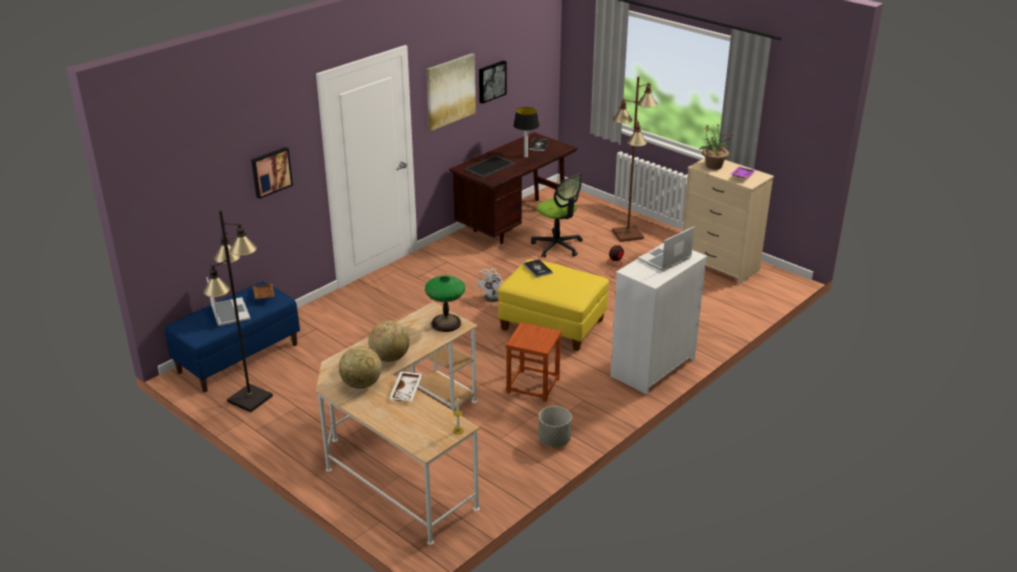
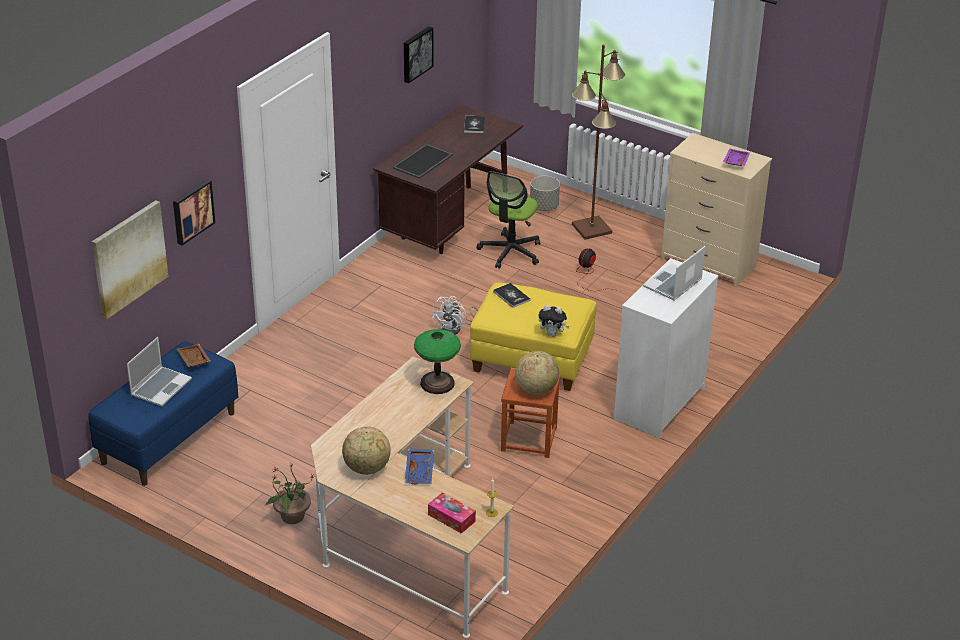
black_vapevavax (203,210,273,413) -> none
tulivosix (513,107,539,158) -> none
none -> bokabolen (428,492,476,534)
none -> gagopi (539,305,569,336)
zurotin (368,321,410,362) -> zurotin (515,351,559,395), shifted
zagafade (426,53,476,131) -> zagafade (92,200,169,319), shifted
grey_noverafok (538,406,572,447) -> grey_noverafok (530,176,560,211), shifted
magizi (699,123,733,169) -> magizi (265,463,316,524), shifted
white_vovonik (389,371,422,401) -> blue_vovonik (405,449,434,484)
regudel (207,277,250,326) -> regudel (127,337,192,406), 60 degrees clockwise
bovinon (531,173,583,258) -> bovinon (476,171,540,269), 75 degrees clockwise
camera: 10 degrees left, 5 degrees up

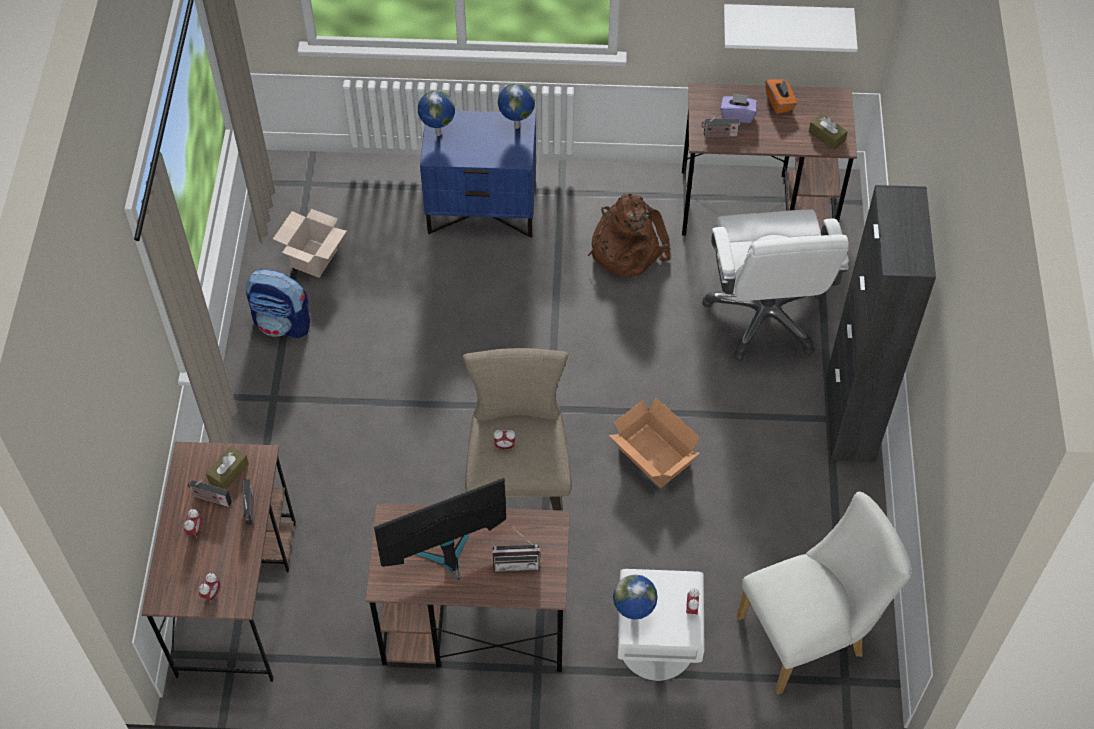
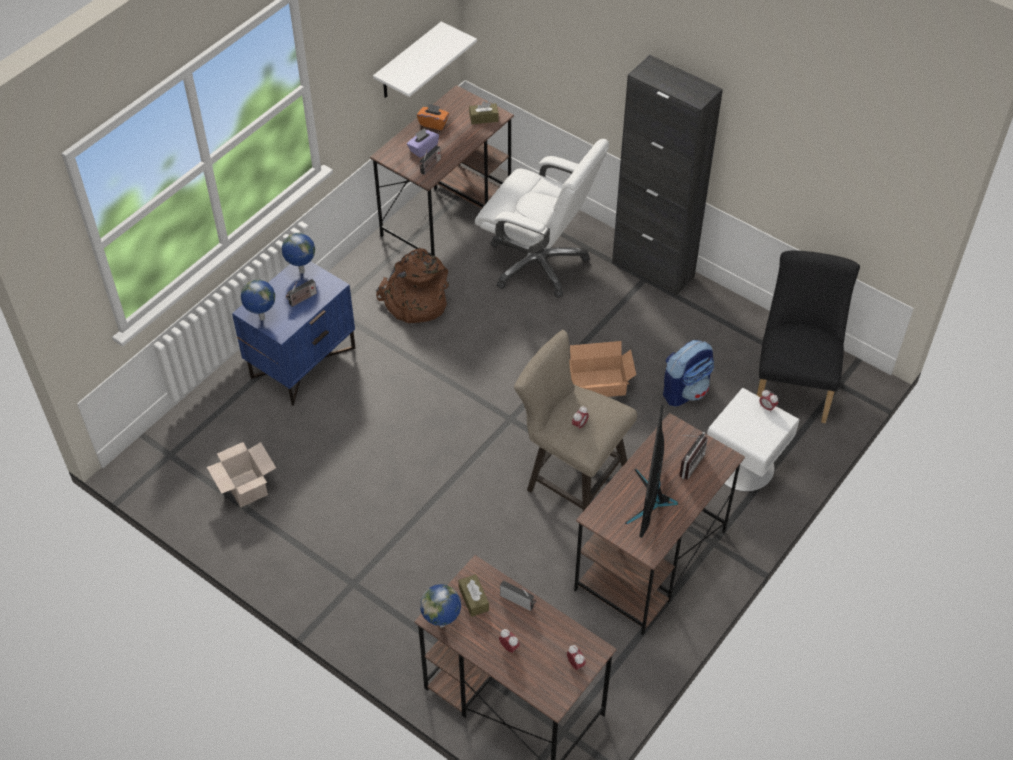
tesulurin (187,480,232,507) -> tesulurin (286,279,317,307), shifted
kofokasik (245,270,310,339) -> kofokasik (663,340,714,407), shifted
zurotin (613,574,658,620) -> zurotin (420,584,461,627), shifted
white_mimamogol (737,492,912,695) -> black_mimamogol (757,250,860,423)
camera: 55 degrees left, 5 degrees down

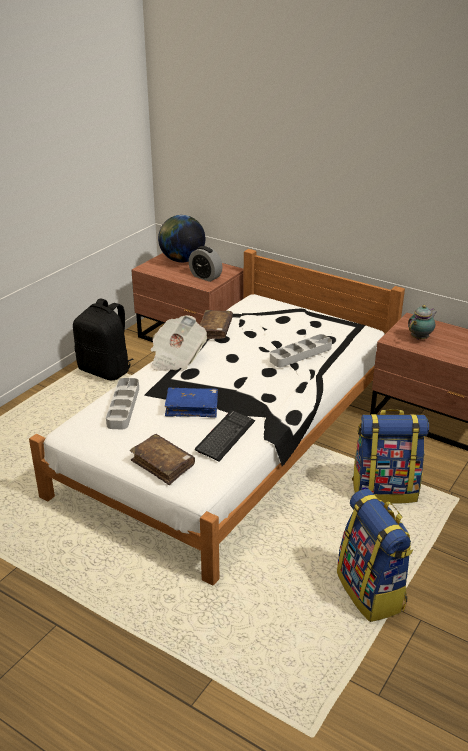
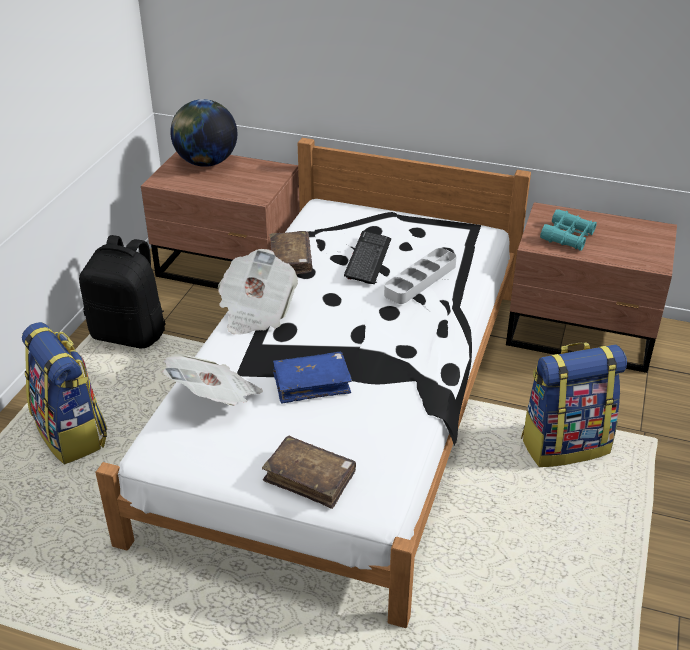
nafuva (189,246,222,282) -> none
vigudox (195,410,255,461) -> vigudox (344,231,391,284), shifted
kofokasik (337,489,413,622) -> kofokasik (22,322,107,464), shifted
grey_vovonik (106,378,139,430) -> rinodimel (162,354,263,406)
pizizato (408,305,436,340) -> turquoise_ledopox (540,209,597,251)
camera: 15 degrees left, 5 degrees up

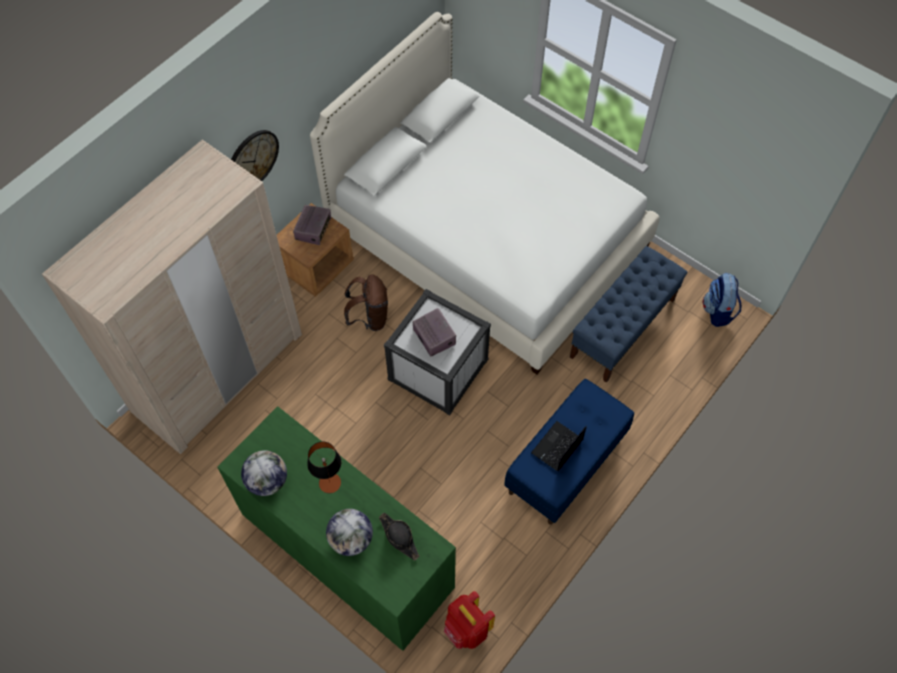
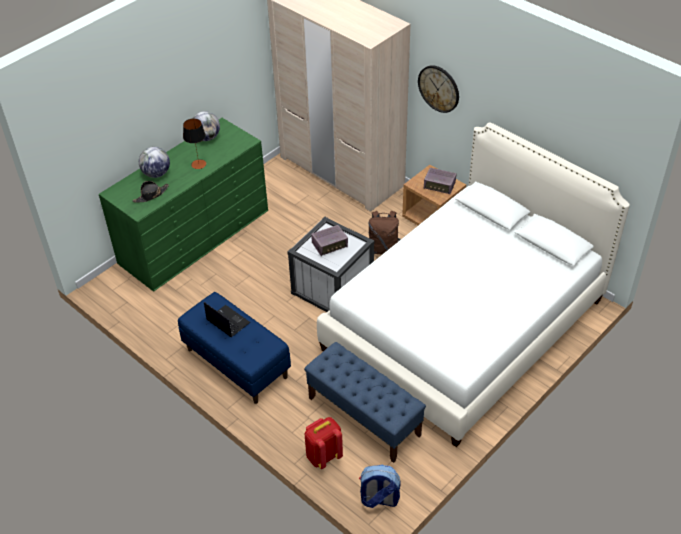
red_kofokasik (444,591,495,649) -> red_kofokasik (305,417,343,469), shifted
camera: 95 degrees right, 15 degrees down

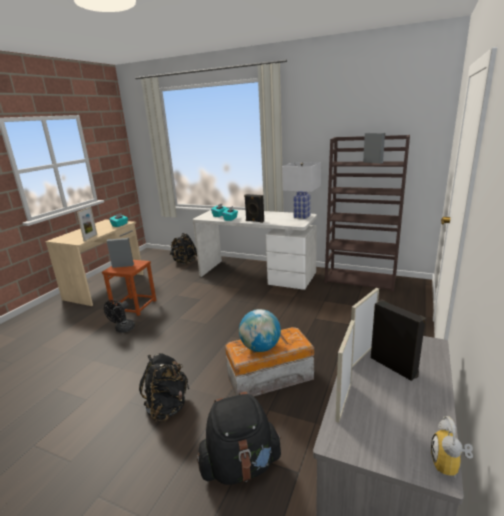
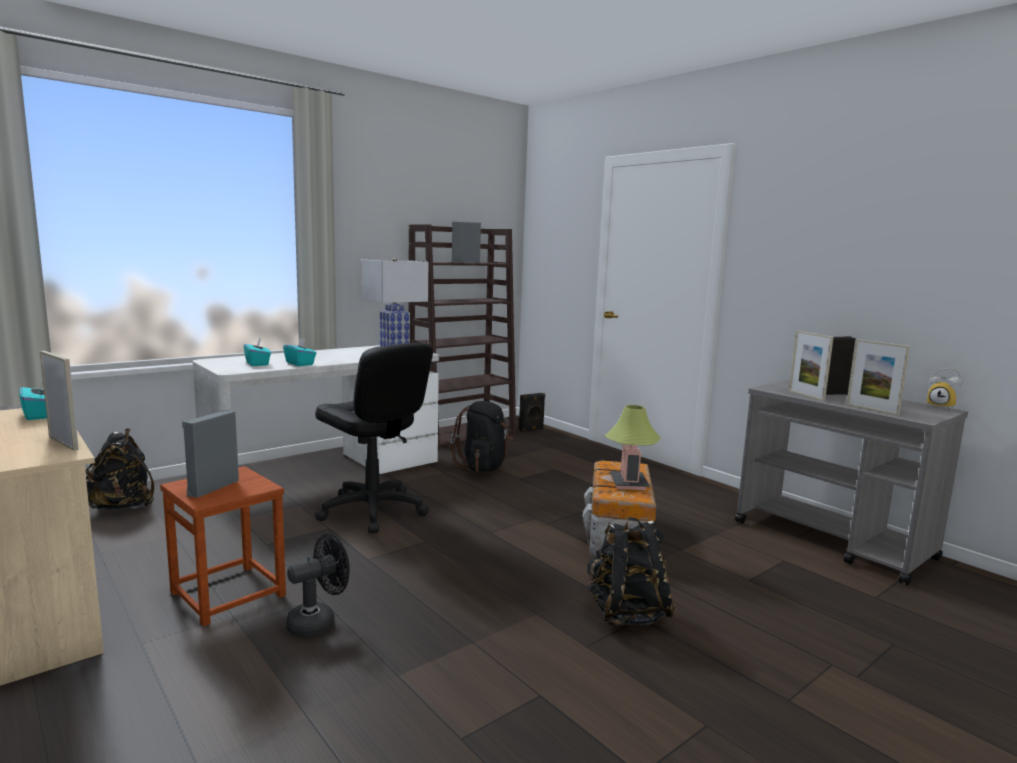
none -> black_bovinon (315,343,433,533)
black_kofokasik (197,392,282,485) -> black_kofokasik (449,401,513,472), shifted
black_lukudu (244,194,264,223) -> black_lukudu (519,393,545,432), shifted
zurotin (239,309,281,352) -> tulivosix (605,405,661,490)
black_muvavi (104,300,135,333) -> black_muvavi (286,534,350,637), 90 degrees counterclockwise
camera: 65 degrees left, 10 degrees down

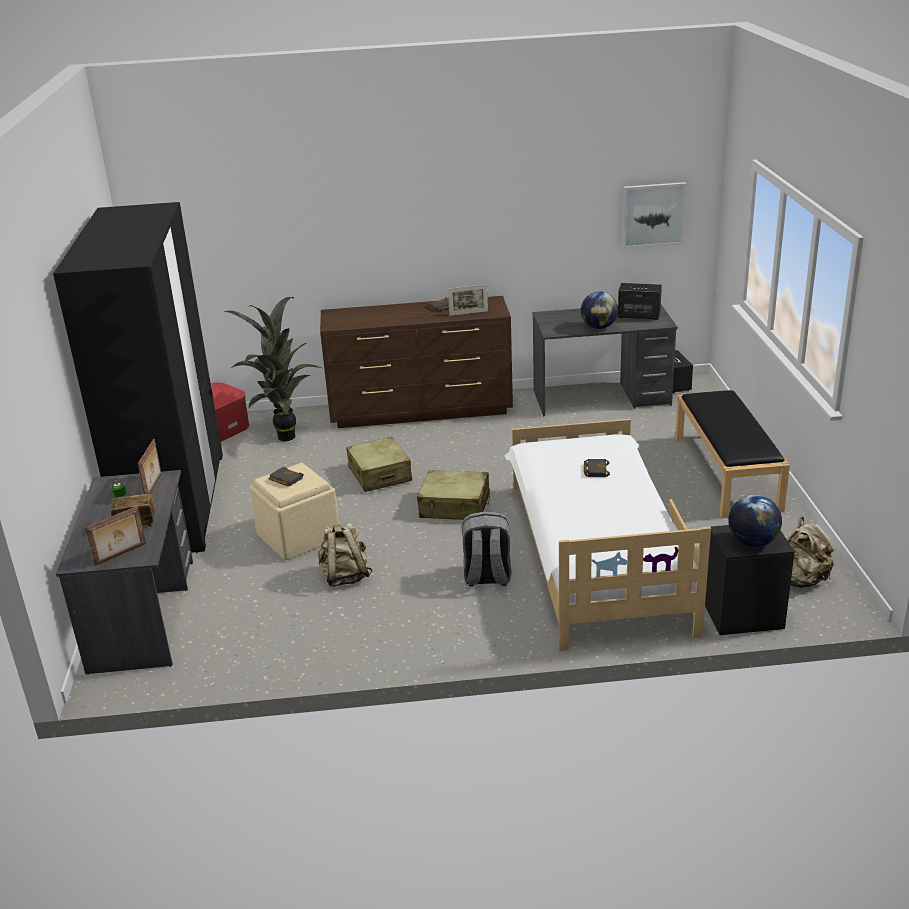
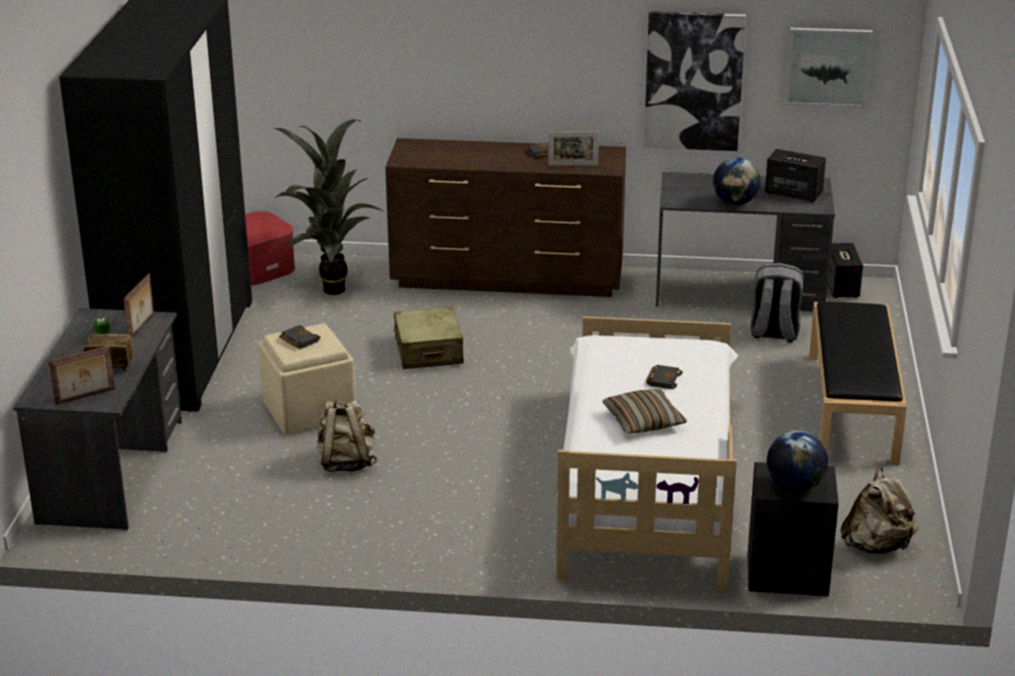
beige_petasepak (417,470,490,520) -> none
none -> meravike (602,389,687,434)
none -> zagafade (644,11,746,151)
grey_kofokasik (462,511,511,586) -> grey_kofokasik (750,263,803,342), shifted
camera: 10 degrees right, 0 degrees up

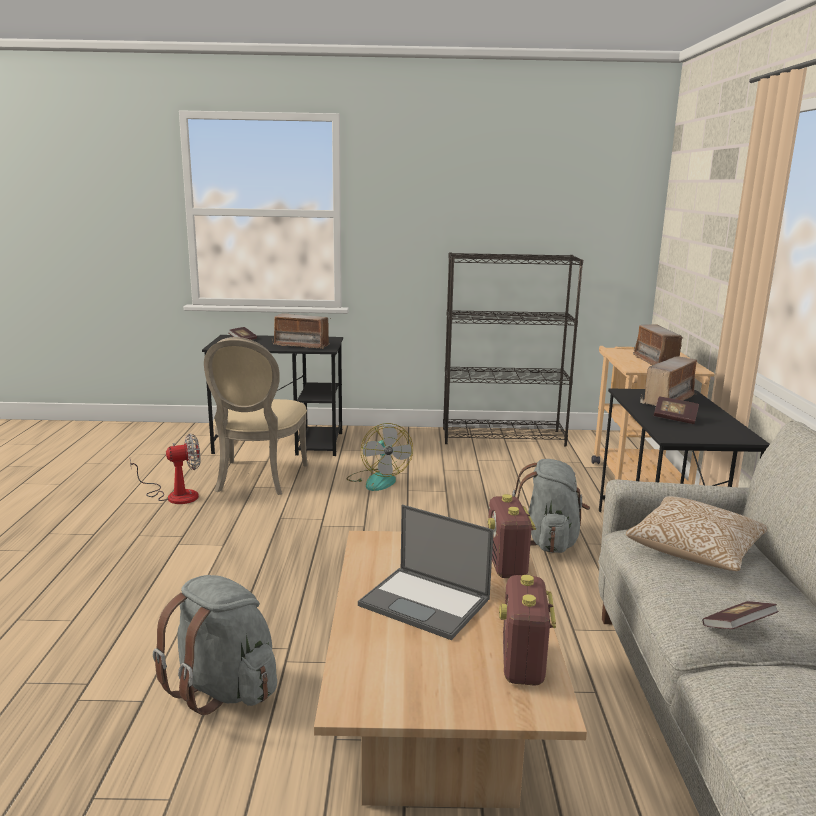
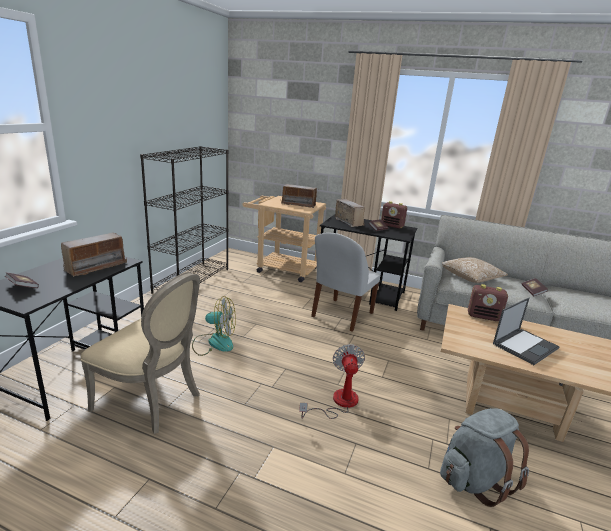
muvavi (130,433,200,504) -> muvavi (299,344,365,419), shifted
tesulurin (499,575,556,686) -> tesulurin (381,201,407,229), shifted
grey_kofokasik (512,459,590,553) -> white_mimamogol (311,233,380,332)
camera: 70 degrees left, 5 degrees up

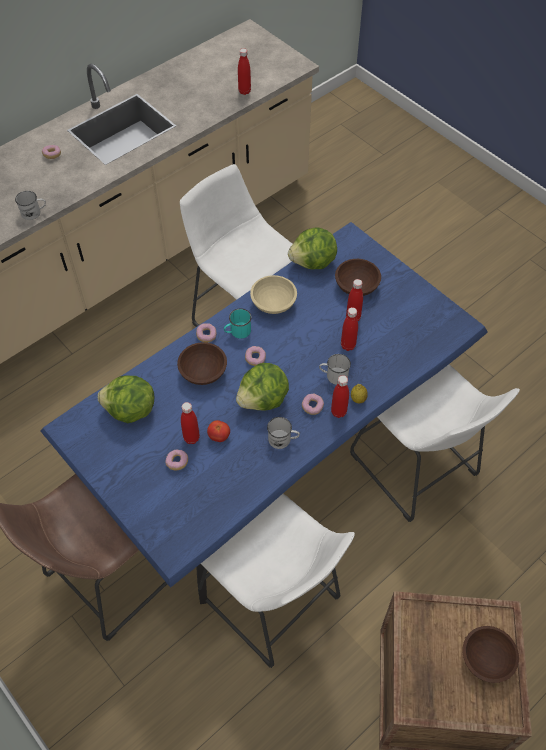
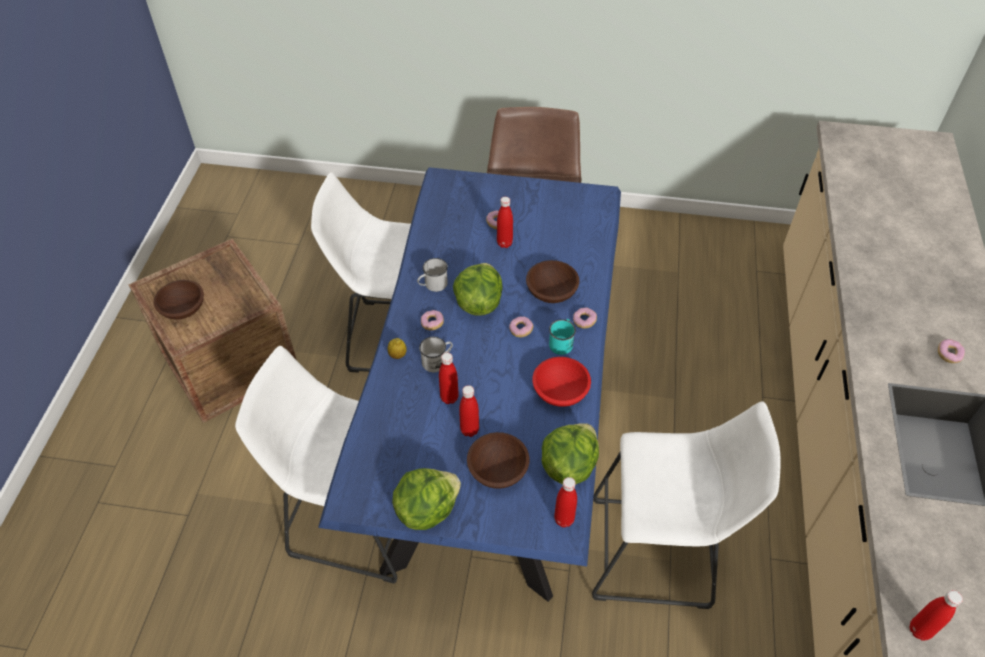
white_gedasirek (15,191,46,220) -> none
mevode (207,420,230,442) -> none
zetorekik (98,375,154,423) -> zetorekik (392,468,461,530), shifted
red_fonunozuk (331,375,349,418) -> red_fonunozuk (554,477,577,527), shifted
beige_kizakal (250,275,297,314) -> red_kizakal (532,357,591,407)
camera: 140 degrees right, 5 degrees down

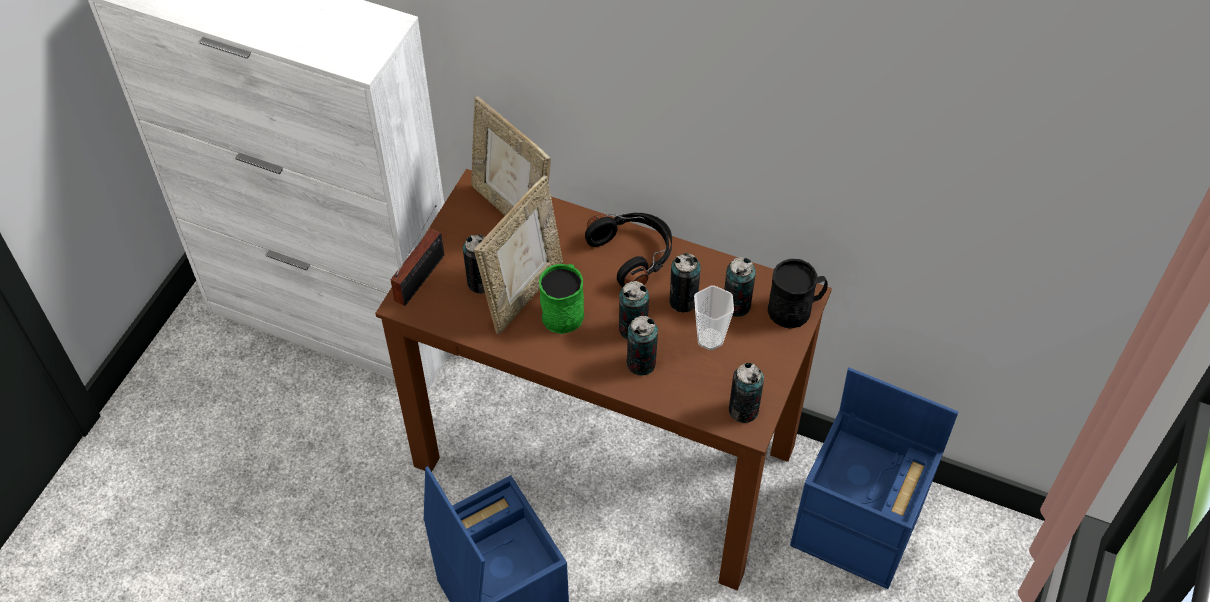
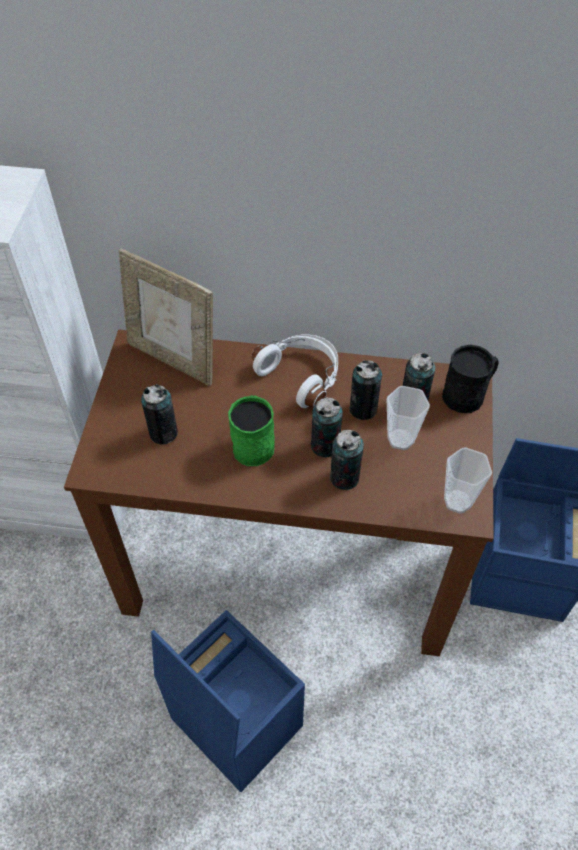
tesulurin (391,205,444,306) -> none
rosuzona (474,176,563,335) -> none
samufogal (729,363,764,423) -> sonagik (444,447,492,514)
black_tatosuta (585,213,672,287) -> white_tatosuta (252,334,338,408)
camera: 15 degrees left, 0 degrees up

